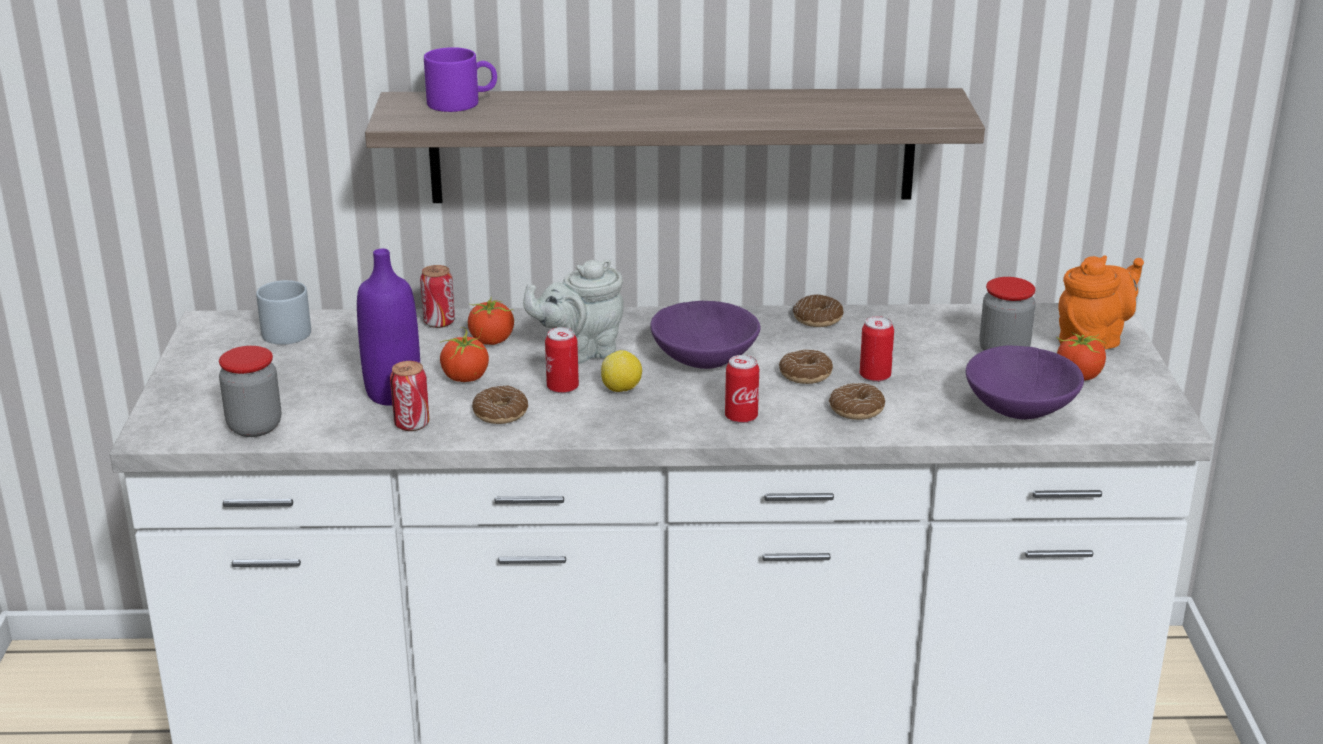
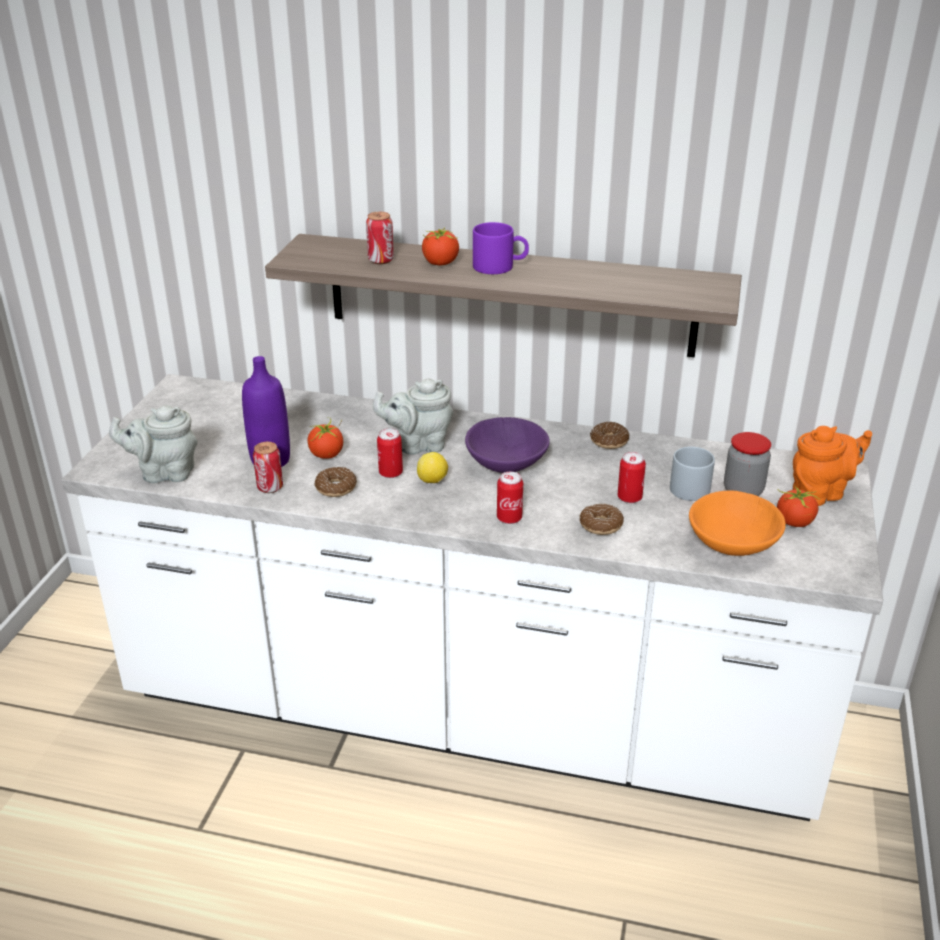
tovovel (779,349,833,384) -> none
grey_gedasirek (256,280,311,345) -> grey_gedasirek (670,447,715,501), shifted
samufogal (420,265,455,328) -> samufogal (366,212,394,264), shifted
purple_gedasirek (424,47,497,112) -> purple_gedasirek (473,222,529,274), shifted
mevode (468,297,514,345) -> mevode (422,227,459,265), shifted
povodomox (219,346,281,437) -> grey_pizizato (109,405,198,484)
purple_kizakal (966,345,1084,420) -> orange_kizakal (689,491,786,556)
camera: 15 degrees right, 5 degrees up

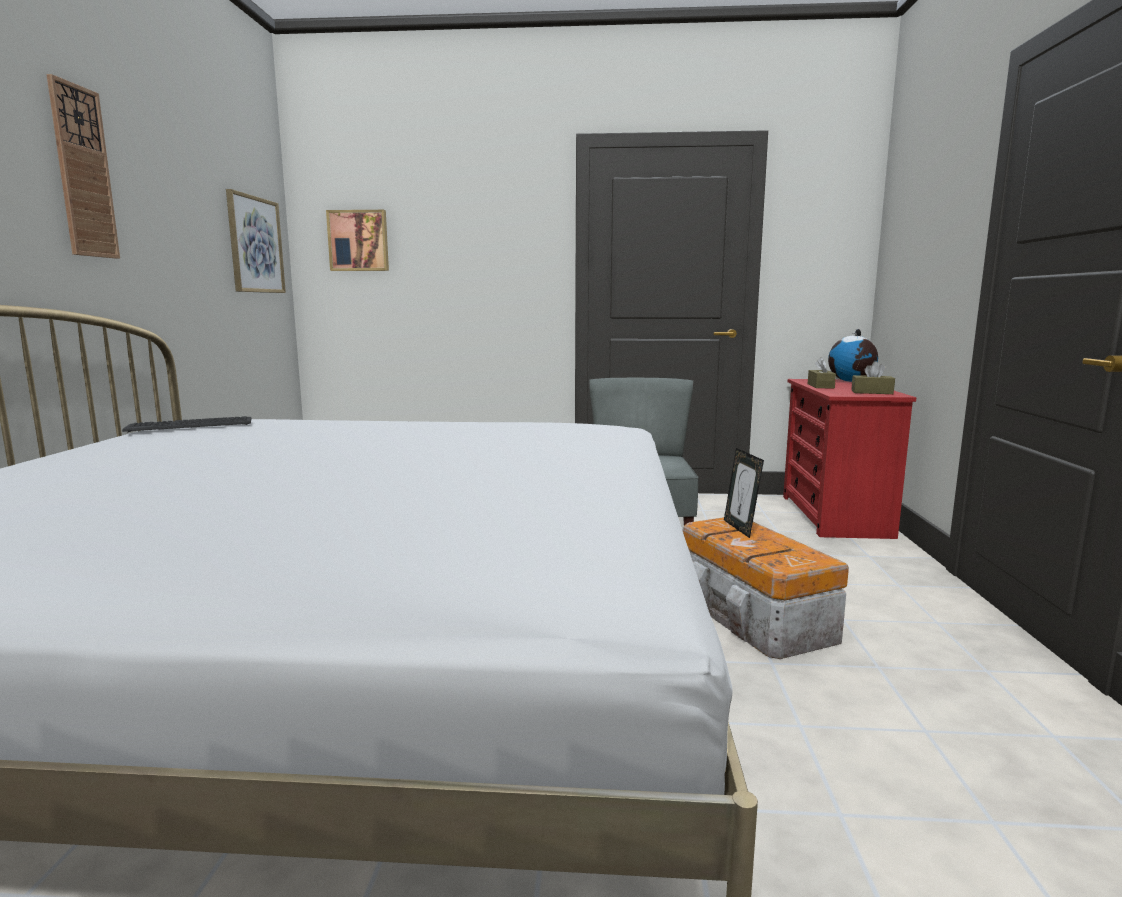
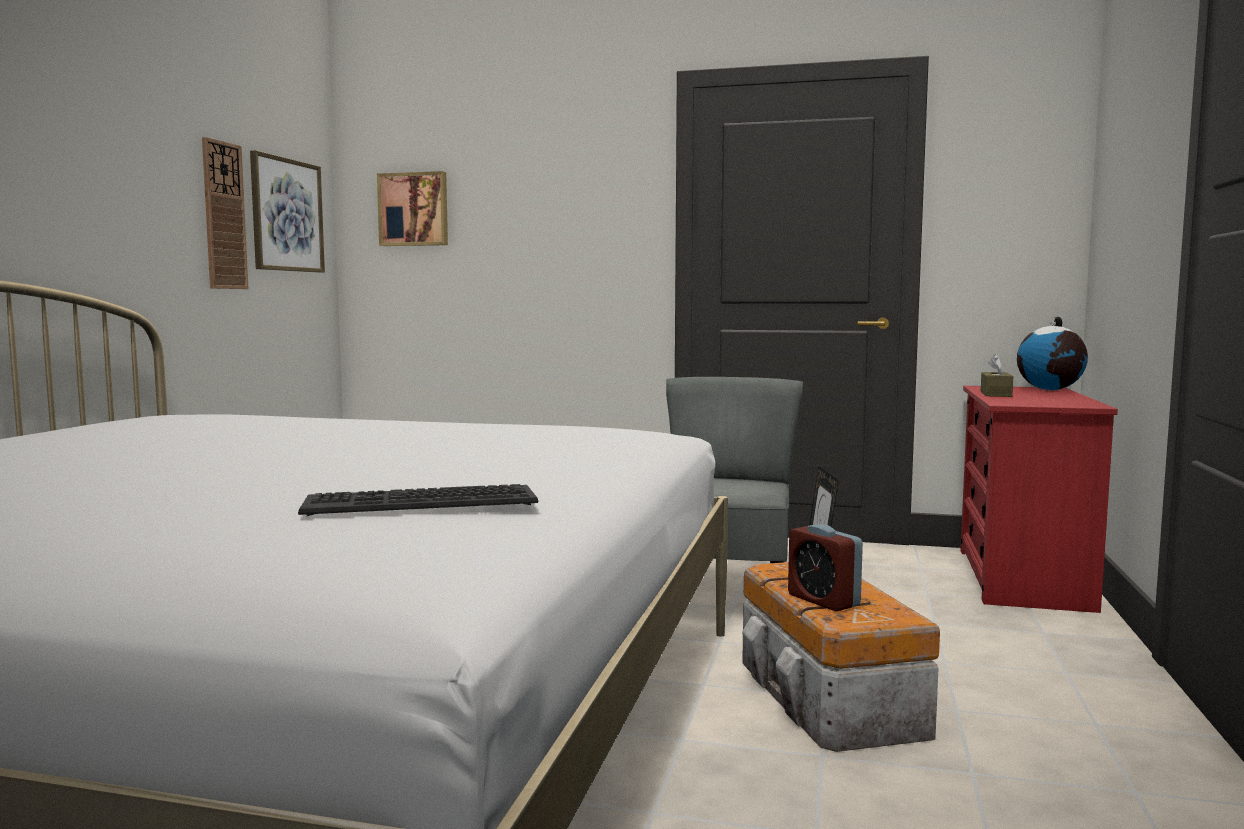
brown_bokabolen (851,361,895,394) -> none
none -> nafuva (788,524,863,611)
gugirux (46,74,120,259) -> gugirux (202,137,249,289), shifted
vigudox (122,416,252,432) -> vigudox (298,484,538,516), shifted
camera: 10 degrees right, 5 degrees down

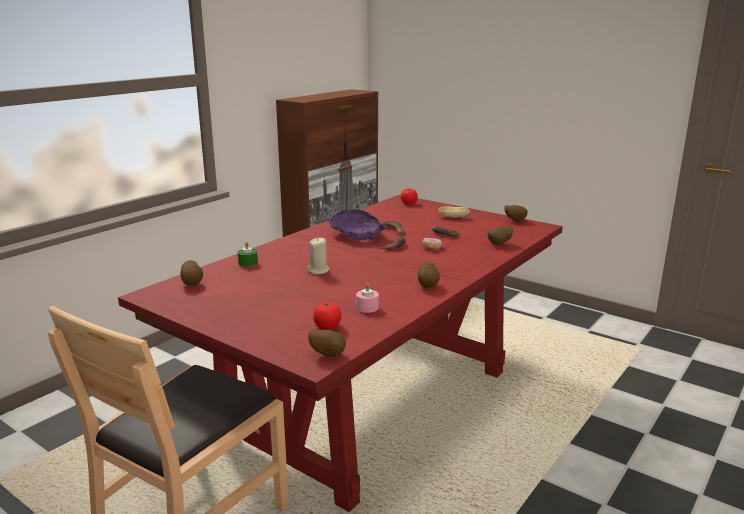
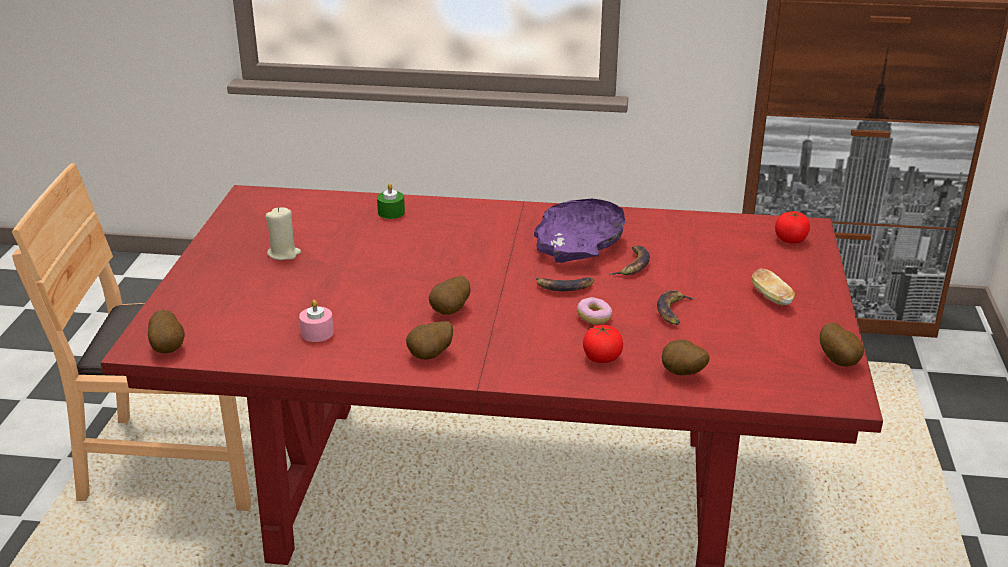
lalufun (180,260,203,286) -> lalufun (429,276,471,315), shifted
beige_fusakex (308,238,330,274) -> beige_fusakex (265,207,301,260), shifted
mevode (313,302,342,330) -> mevode (583,324,623,363), shifted
camera: 60 degrees right, 10 degrees up

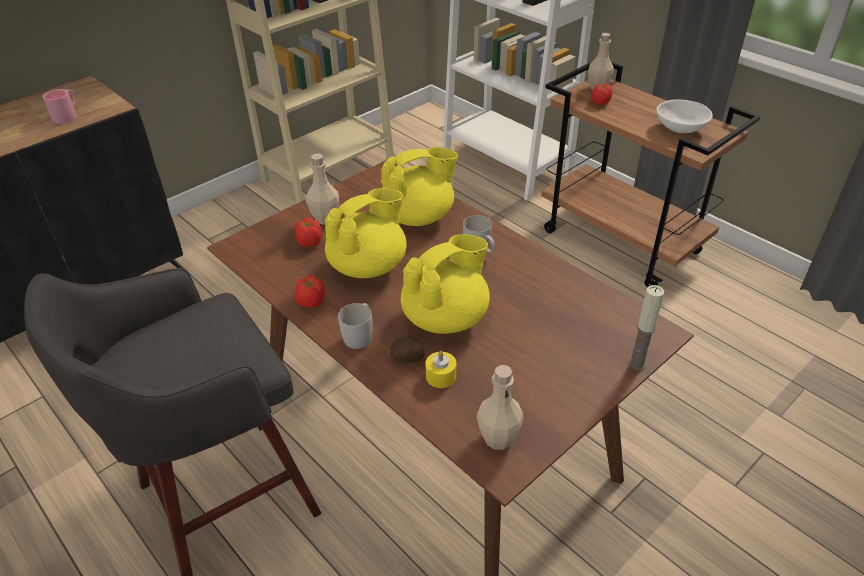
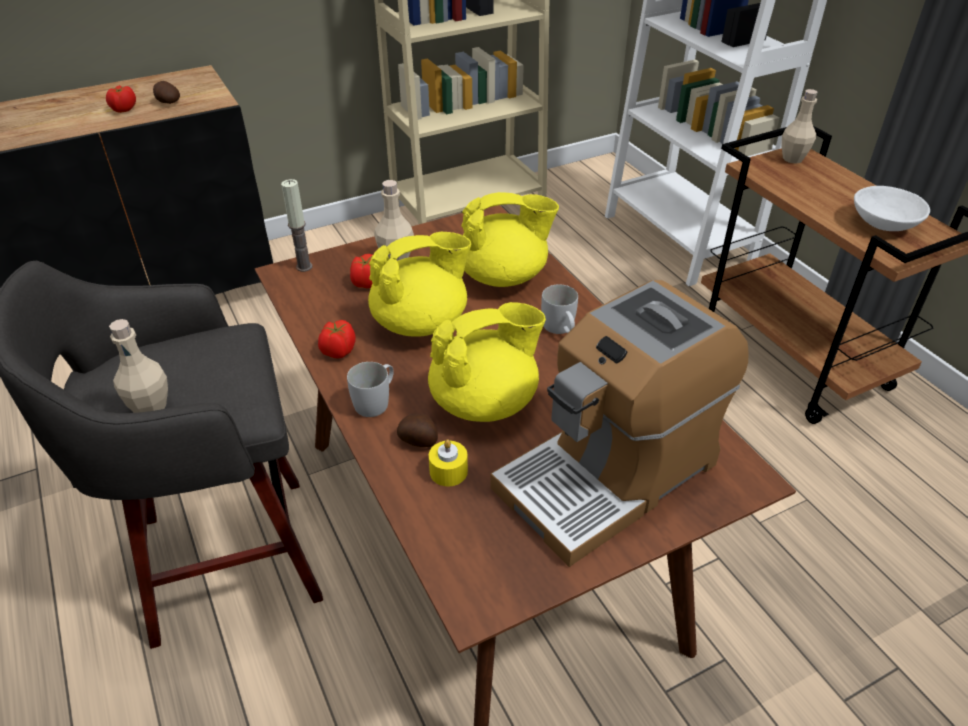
none -> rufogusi (490,280,749,567)
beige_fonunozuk (476,365,524,450) -> beige_fonunozuk (109,319,168,413), shifted
mevode (591,84,613,105) -> mevode (106,85,136,113), shifted
fusakex (628,285,664,371) -> fusakex (281,179,313,272), shifted
pink_gedasirek (43,89,77,124) -> lalufun (153,81,180,104)
camera: 15 degrees right, 0 degrees up

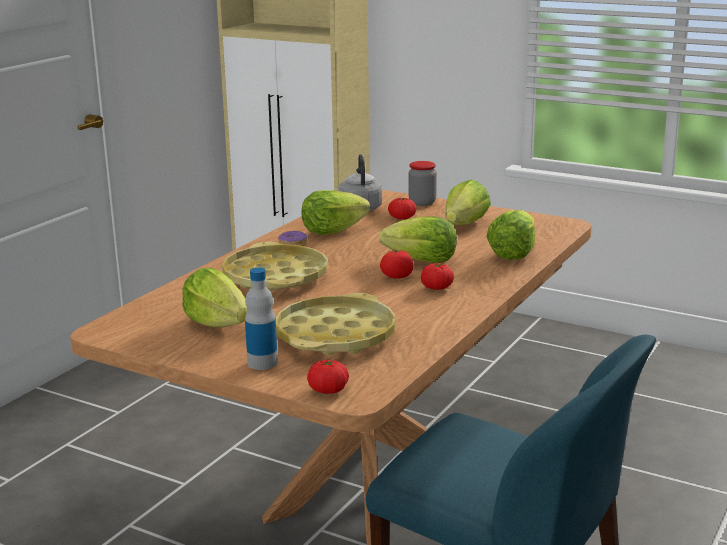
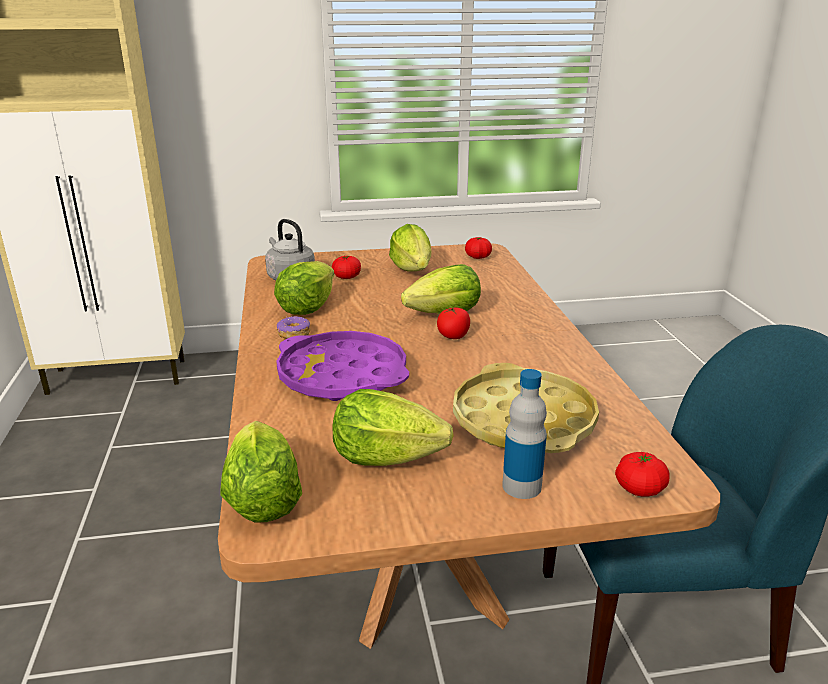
povodomox (408,161,437,206) -> none
mevode (421,263,454,290) -> mevode (465,237,492,259), shifted
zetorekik (486,210,535,260) -> zetorekik (220,421,302,523), shifted
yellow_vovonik (222,242,328,291) -> purple_vovonik (276,331,409,401)
camera: 40 degrees left, 5 degrees up

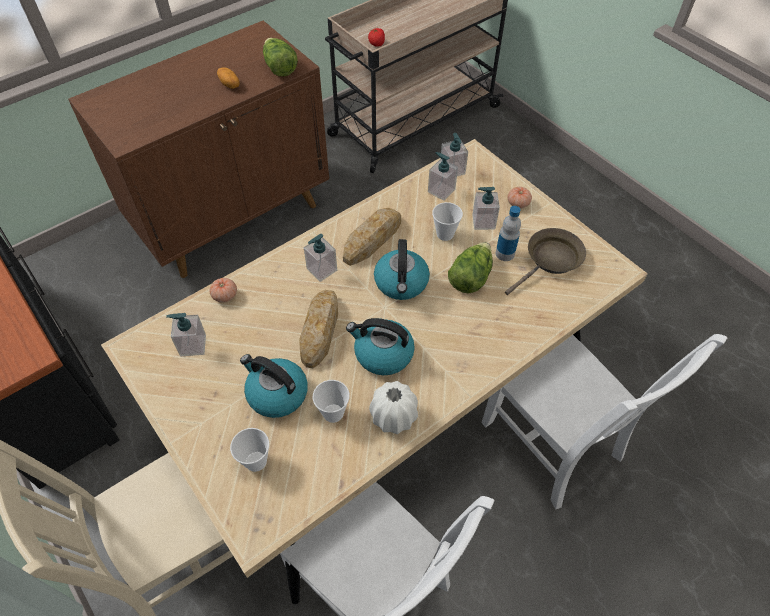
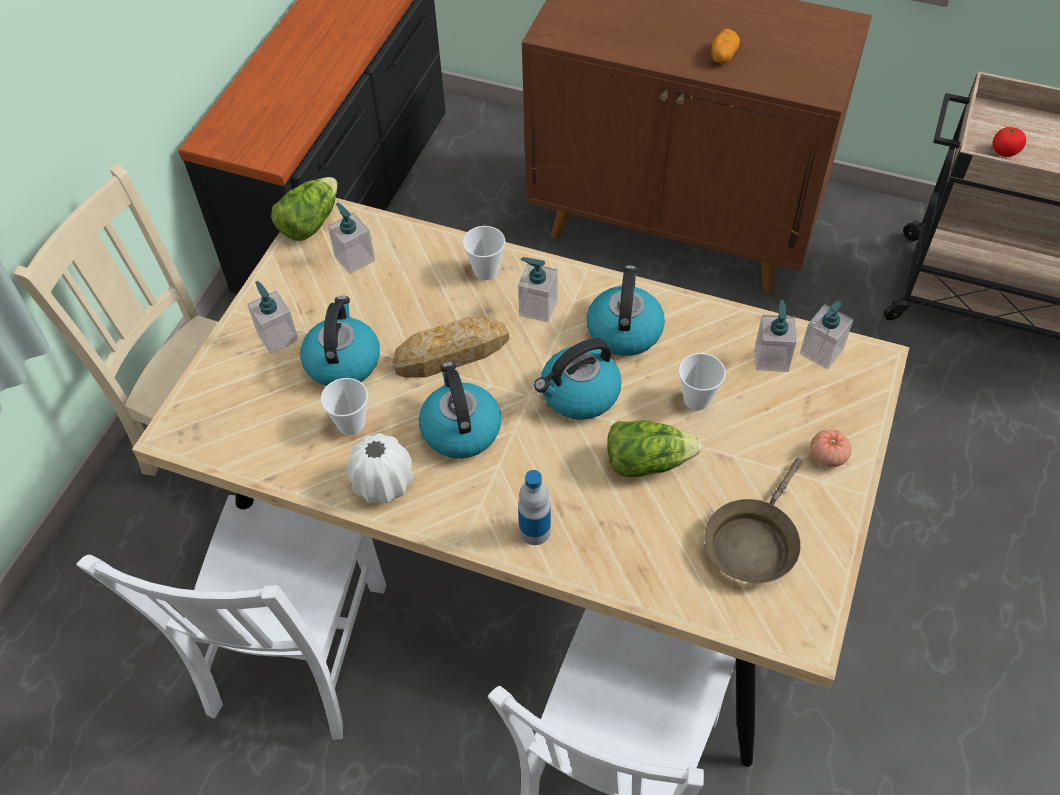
mevode (209,278,237,303) -> none
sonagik (230,428,269,472) -> sonagik (463,226,505,280), shifted
zetorekik (263,38,298,76) -> zetorekik (271,177,337,241), shifted
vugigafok (472,187,500,230) -> vugigafok (247,281,299,354), shifted
fonunozuk (496,206,521,261) -> fonunozuk (518,470,551,545), shifted
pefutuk (343,208,401,266) -> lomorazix (587,265,665,356)
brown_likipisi (505,228,586,295) -> brown_likipisi (704,458,802,583), 105 degrees clockwise
camera: 60 degrees right, 0 degrees up

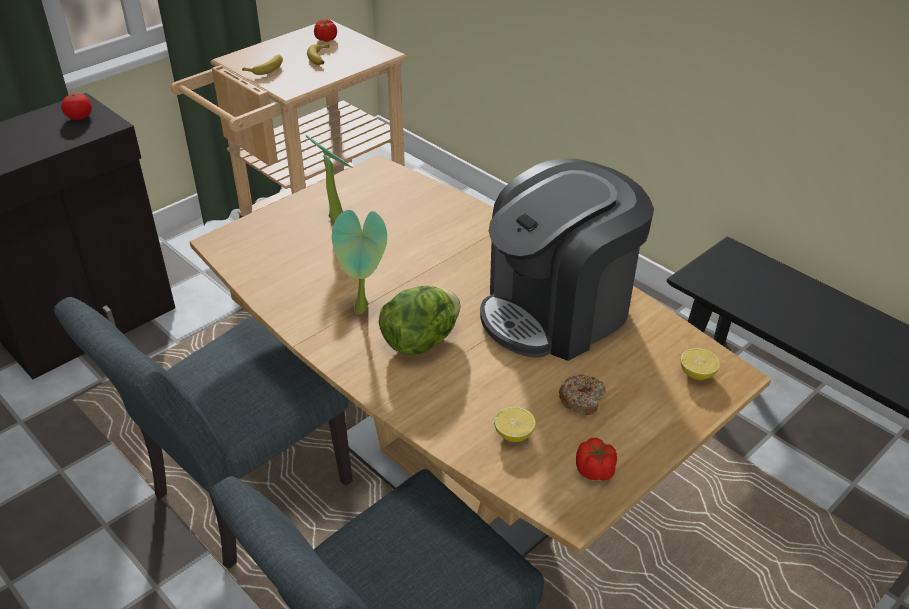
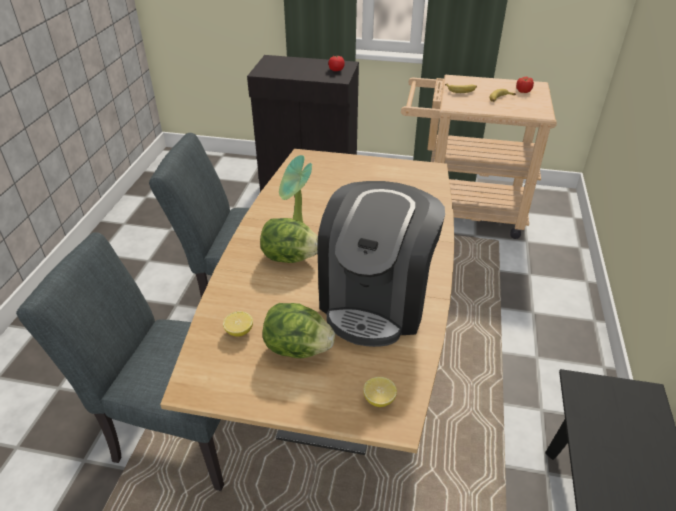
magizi (306,135,353,221) -> none
mevode (576,438,617,481) -> none
tovovel (559,374,606,415) -> zetorekik (263,303,335,358)
rufogusi (480,158,654,361) -> rufogusi (317,181,445,347), 90 degrees counterclockwise
camera: 55 degrees right, 0 degrees up

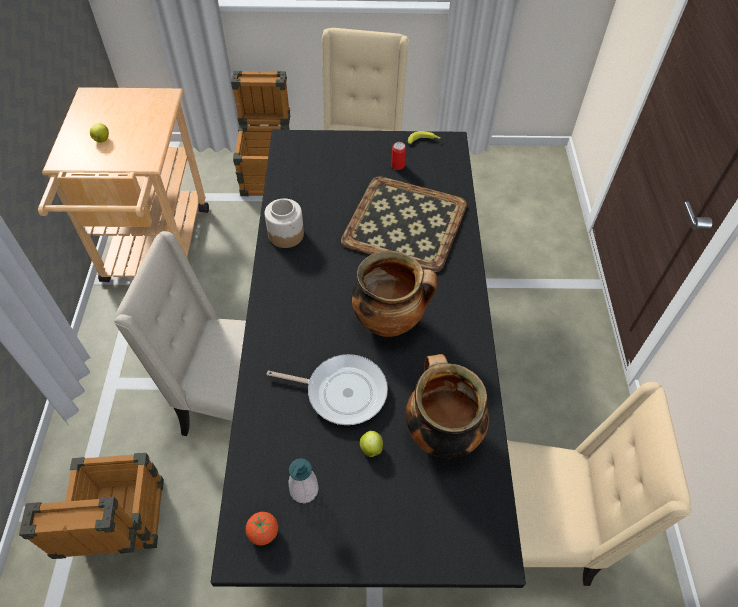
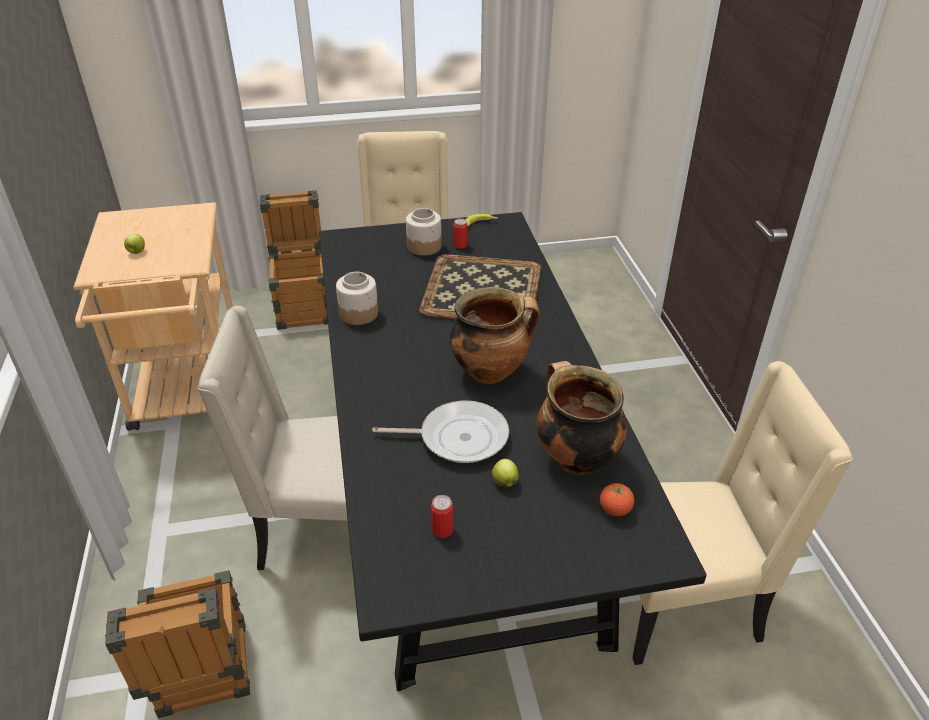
none -> povodomox (406,208,442,256)
mevode (246,512,278,545) -> mevode (600,483,634,516), shifted
vugigafok (288,458,319,503) -> samufogal (431,495,453,538)
camera: 10 degrees left, 15 degrees down

